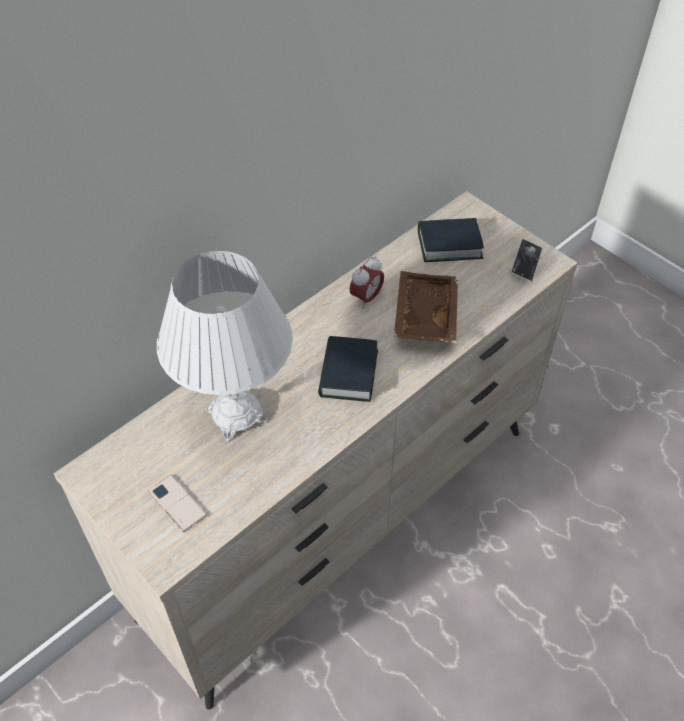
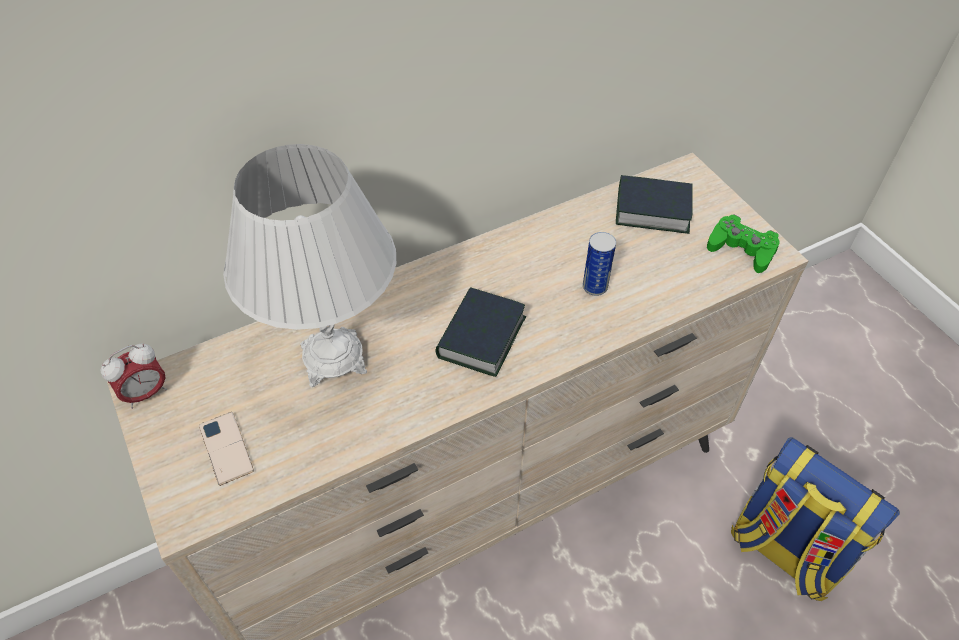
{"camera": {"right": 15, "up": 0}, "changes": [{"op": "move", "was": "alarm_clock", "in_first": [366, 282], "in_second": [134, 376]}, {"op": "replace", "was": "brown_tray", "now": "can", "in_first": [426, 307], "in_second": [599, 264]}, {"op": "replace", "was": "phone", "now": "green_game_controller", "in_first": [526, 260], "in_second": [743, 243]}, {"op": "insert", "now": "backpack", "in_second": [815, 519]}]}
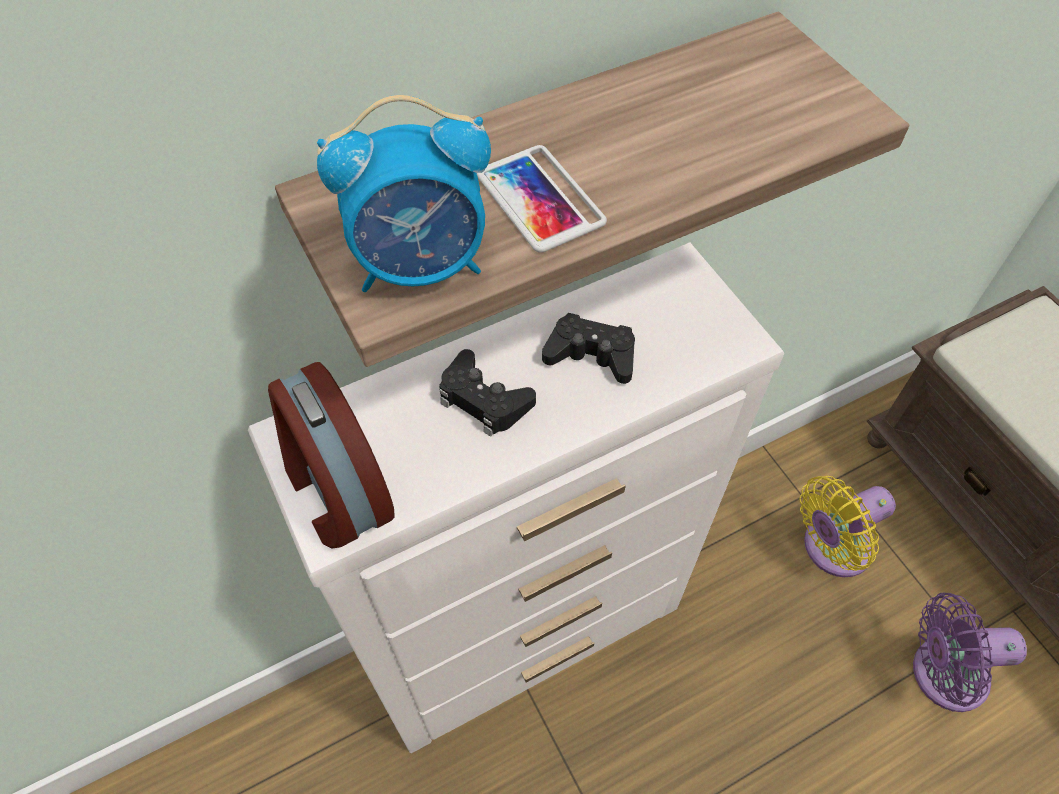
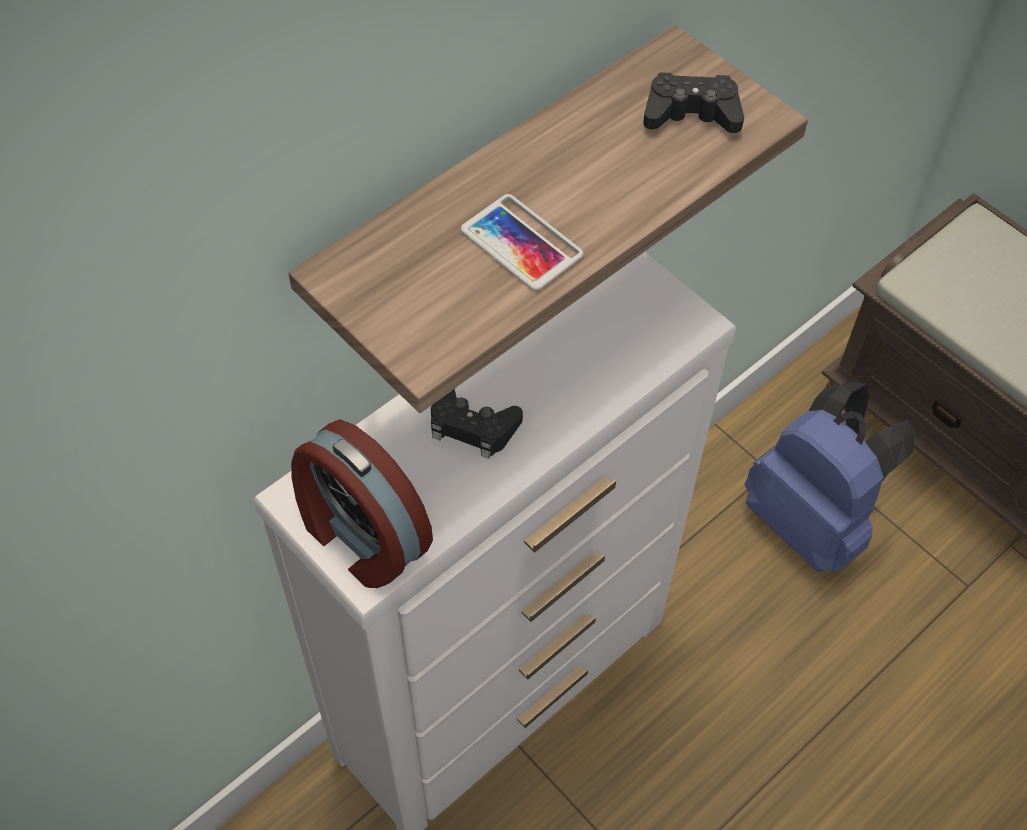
{"camera": {"right": -15, "up": 0}, "changes": [{"op": "move", "was": "black_game_controller", "in_first": [588, 348], "in_second": [693, 102]}, {"op": "replace", "was": "yellow_fan", "now": "blue_backpack", "in_first": [848, 526], "in_second": [830, 477]}, {"op": "delete", "was": "alarm_clock", "in_first": [404, 193]}, {"op": "delete", "was": "purple_fan", "in_first": [970, 652]}]}
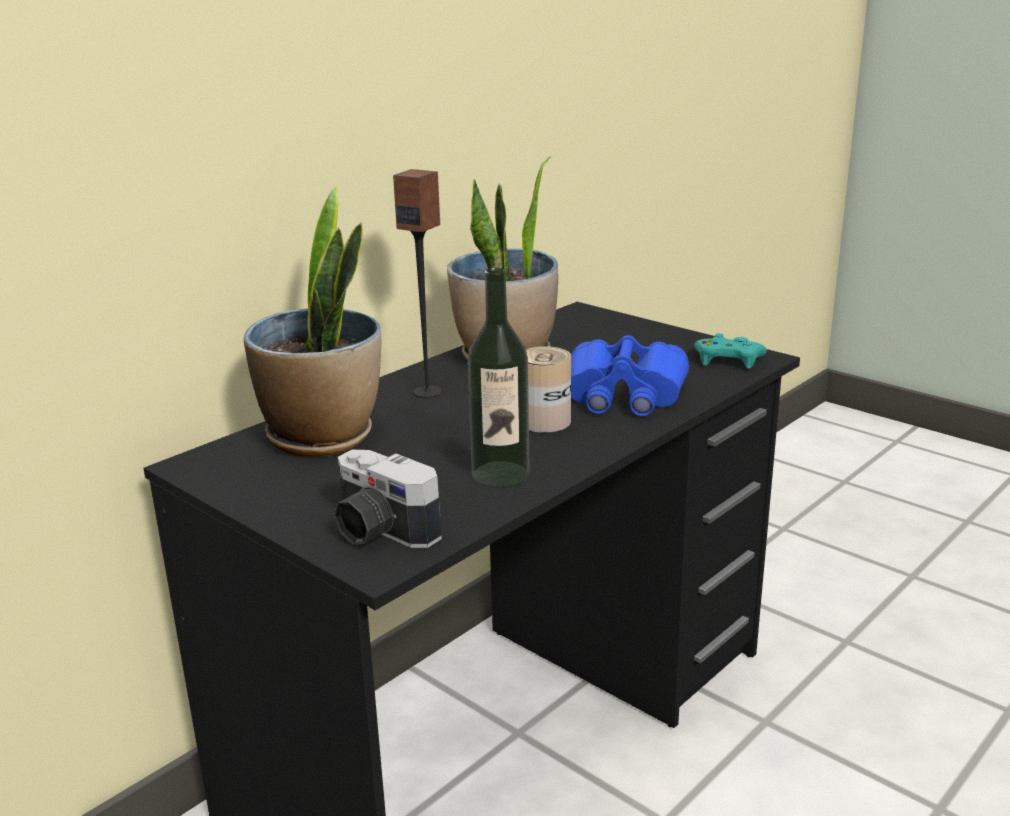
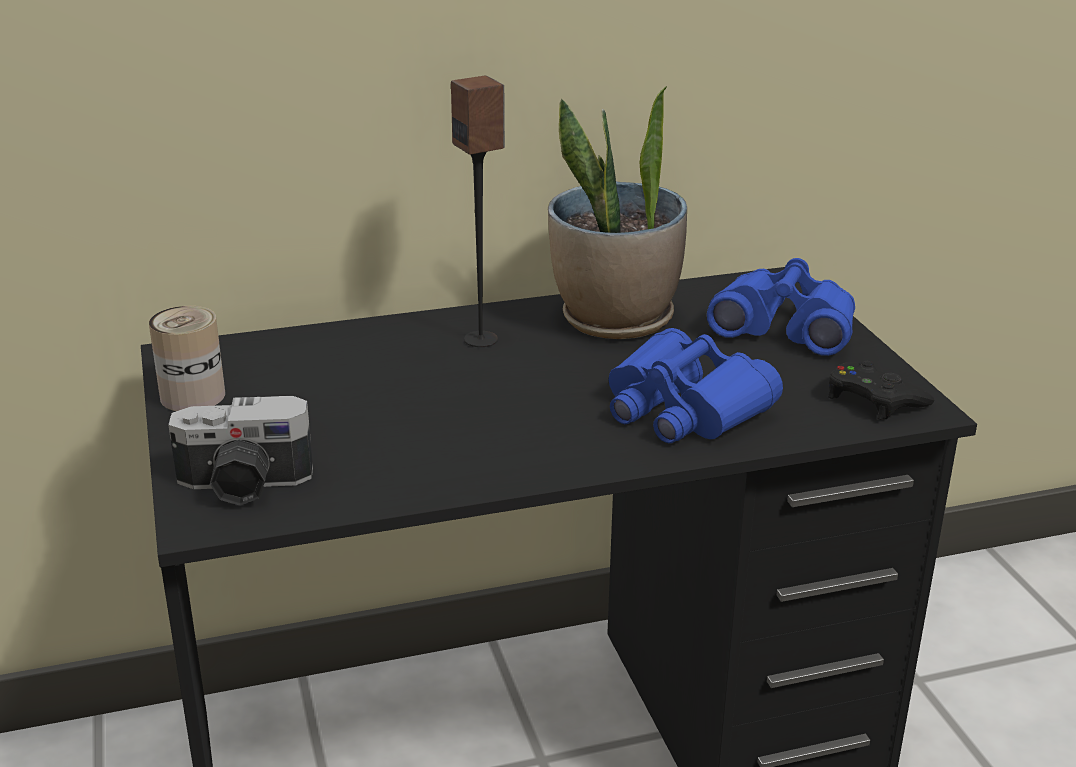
{"camera": {"right": 30, "up": 5}, "changes": [{"op": "move", "was": "can", "in_first": [548, 389], "in_second": [187, 358]}, {"op": "rotate", "was": "photo_camera", "in_first": [388, 499], "in_second": [240, 451], "clockwise": -75}, {"op": "insert", "now": "blue_binoculars", "in_second": [781, 307]}, {"op": "recolor", "was": "turquoise_game_controller", "now": "black_game_controller", "in_first": [730, 351], "in_second": [881, 390]}, {"op": "delete", "was": "potted_plant", "in_first": [312, 322]}, {"op": "delete", "was": "bottle", "in_first": [498, 378]}]}
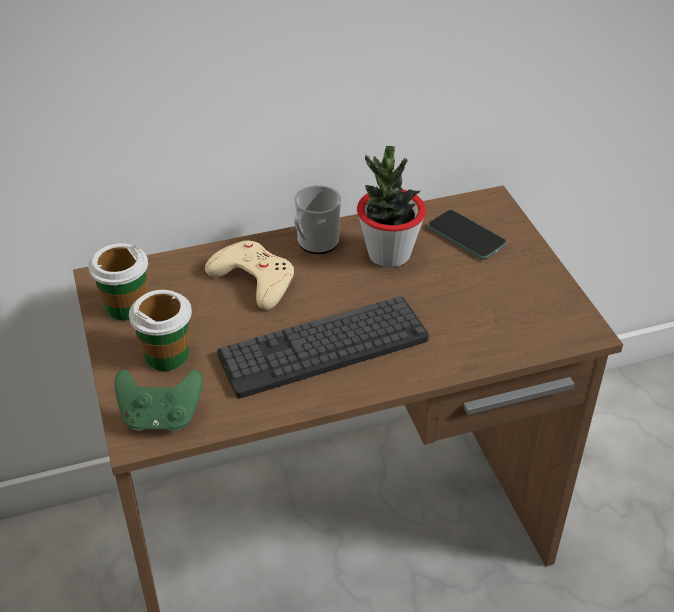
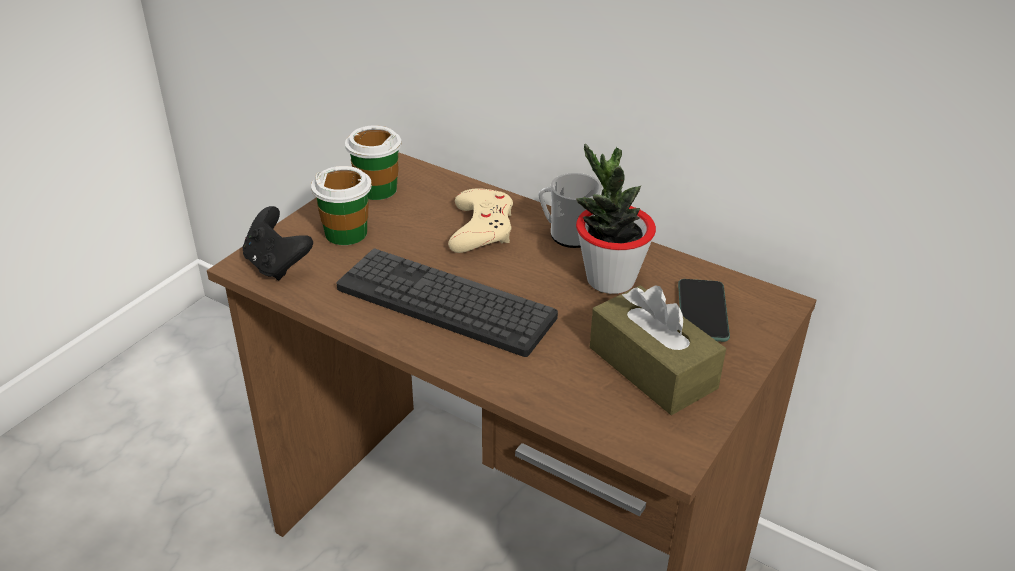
{"camera": {"right": 50, "up": -5}, "changes": [{"op": "recolor", "was": "green_game_controller", "now": "black_game_controller", "in_first": [158, 400], "in_second": [278, 243]}, {"op": "insert", "now": "brown_tissue_box", "in_second": [658, 350]}]}
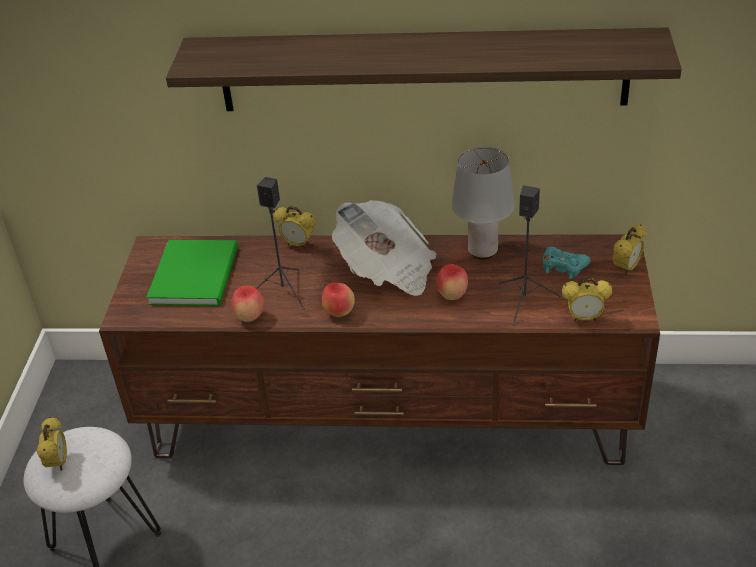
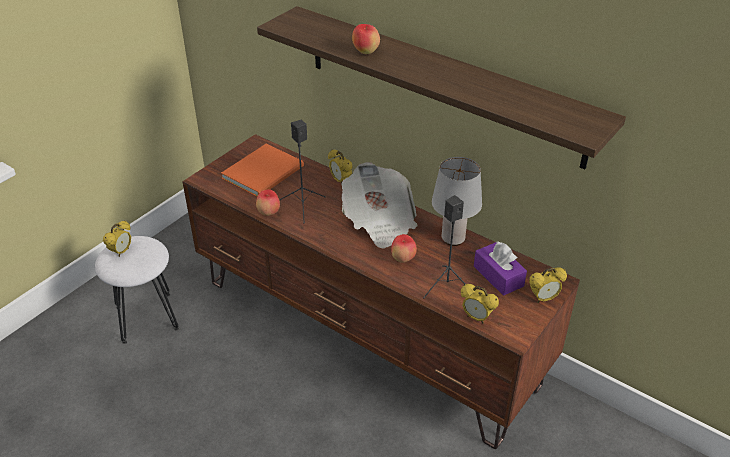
{"camera": {"right": 30, "up": 0}, "changes": [{"op": "recolor", "was": "green_book", "now": "orange_book", "in_first": [192, 273], "in_second": [262, 170]}, {"op": "move", "was": "apple", "in_first": [338, 299], "in_second": [366, 39]}, {"op": "replace", "was": "turquoise_game_controller", "now": "purple_tissue_box", "in_first": [567, 263], "in_second": [500, 268]}]}
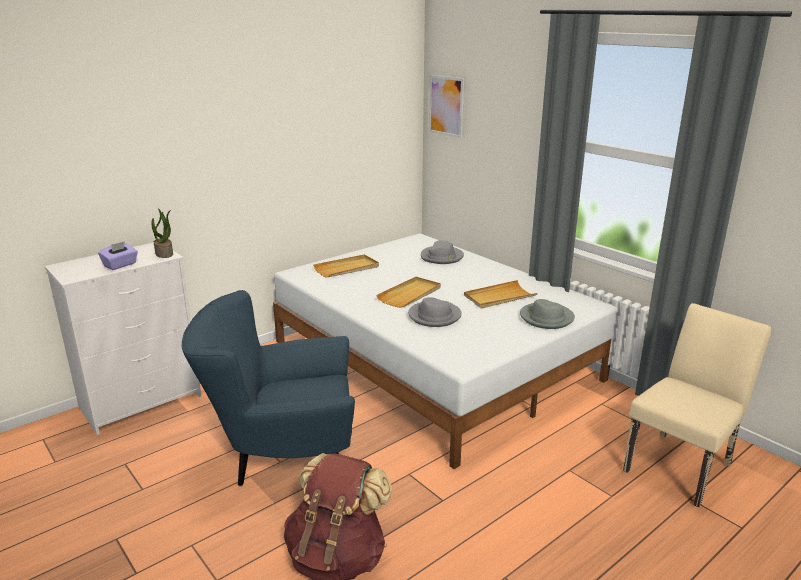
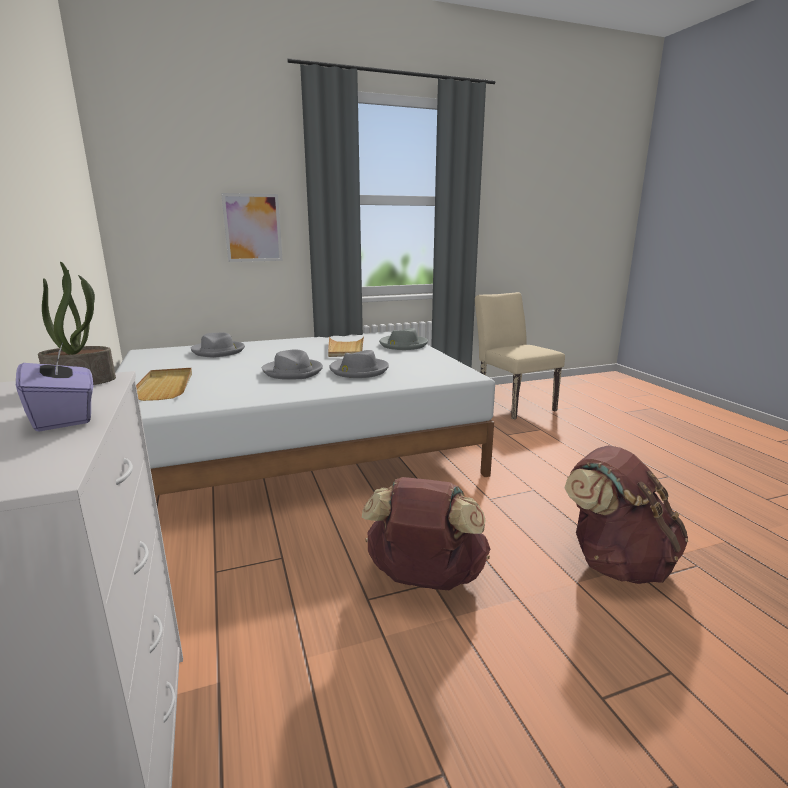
{"camera": {"right": -70, "up": -5}, "changes": [{"op": "move", "was": "picture", "in_first": [446, 106], "in_second": [252, 227]}, {"op": "replace", "was": "beige_tray", "now": "grey_hat", "in_first": [408, 292], "in_second": [292, 364]}, {"op": "replace", "was": "blue_armchair", "now": "brown_backpack", "in_first": [268, 388], "in_second": [426, 533]}]}
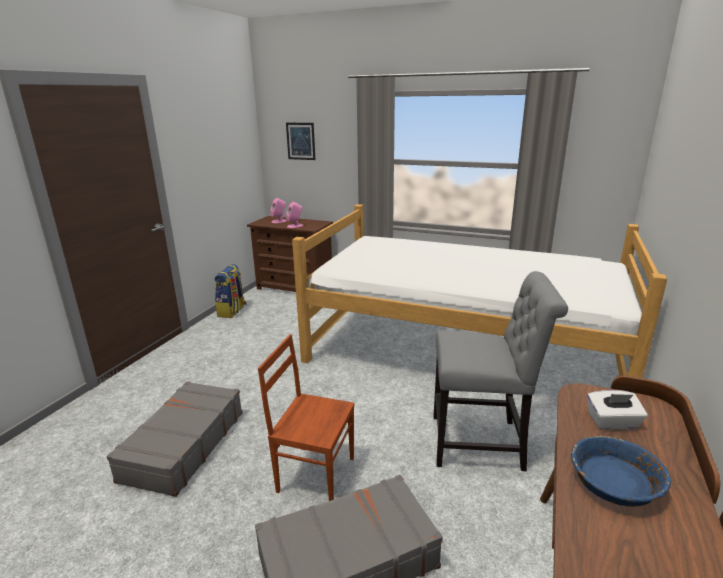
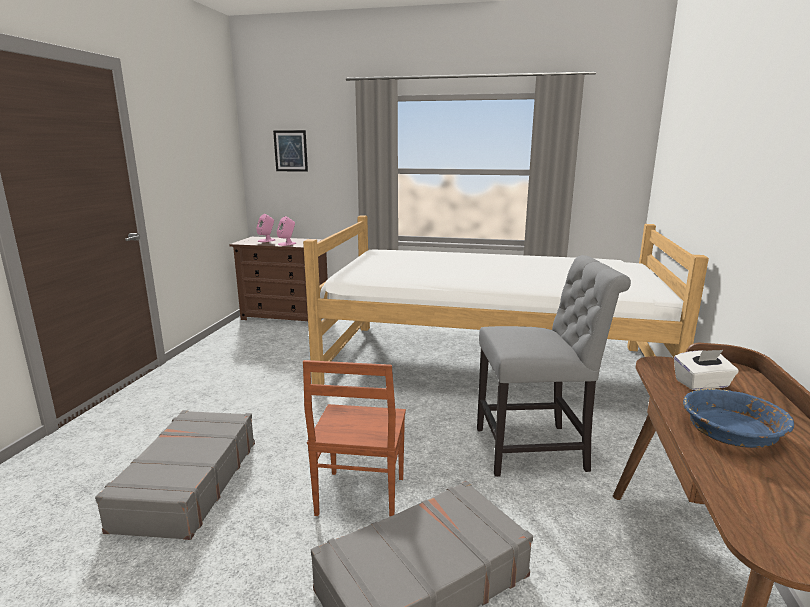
{"camera": {"right": -10, "up": -5}, "changes": [{"op": "rotate", "was": "brown_chair", "in_first": [306, 417], "in_second": [354, 438], "clockwise": -90}, {"op": "delete", "was": "backpack", "in_first": [231, 291]}]}
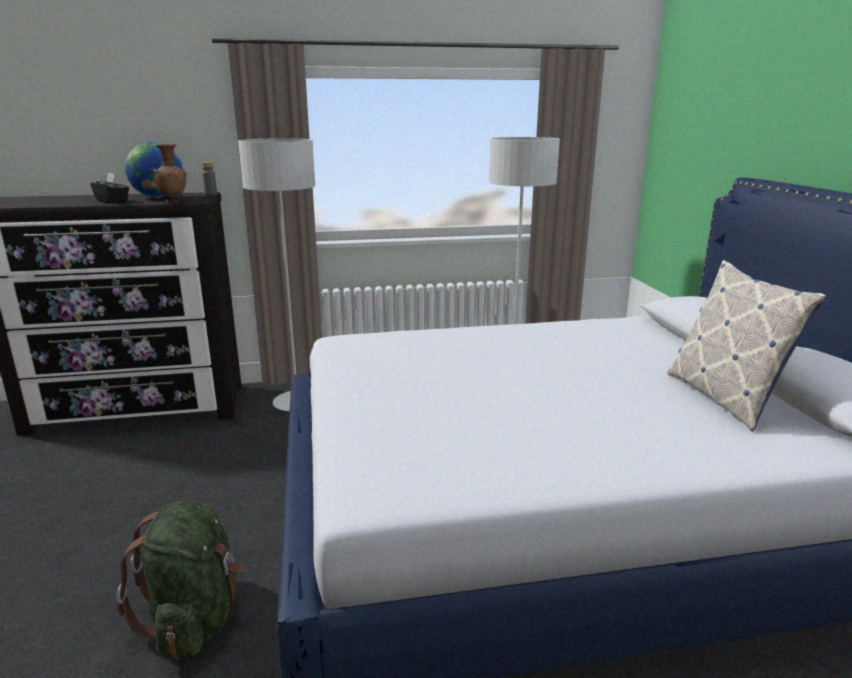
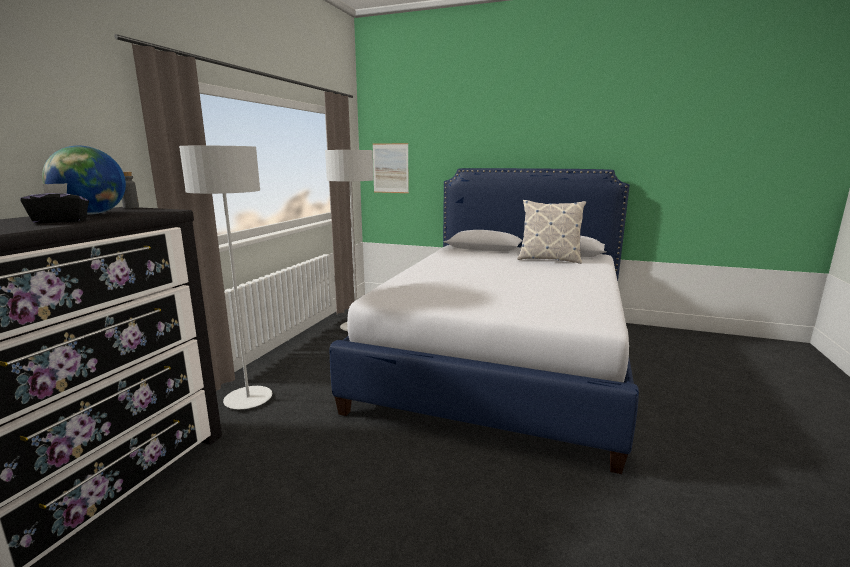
{"camera": {"right": -60, "up": -5}, "changes": [{"op": "insert", "now": "picture", "in_second": [391, 168]}, {"op": "delete", "was": "green_backpack", "in_first": [180, 580]}, {"op": "delete", "was": "brown_vase", "in_first": [170, 173]}]}
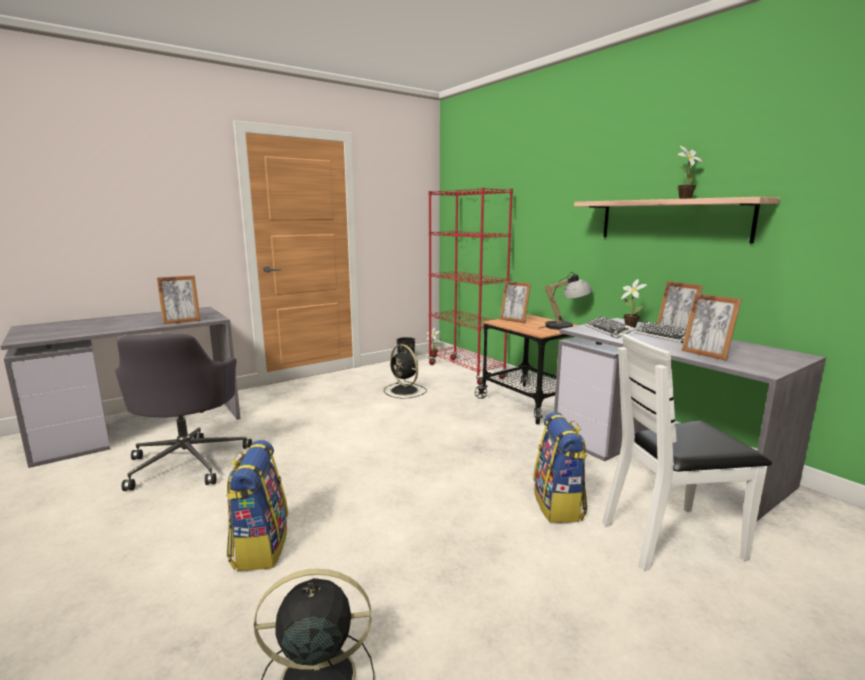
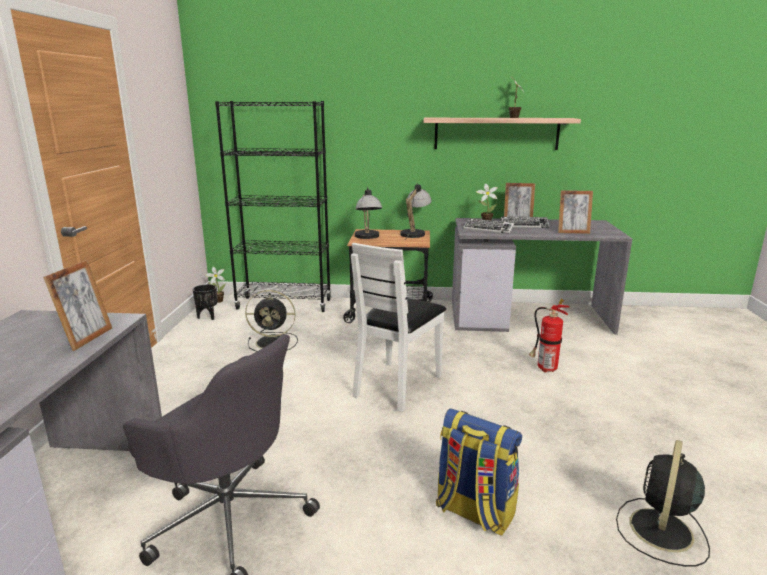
{"camera": {"right": -50, "up": 5}, "changes": [{"op": "recolor", "was": "red_bookcase", "now": "black_bookcase", "in_first": [470, 286], "in_second": [273, 206]}, {"op": "move", "was": "white_chair", "in_first": [687, 452], "in_second": [398, 327]}, {"op": "replace", "was": "picture_frame", "now": "table_lamp", "in_first": [515, 302], "in_second": [368, 213]}, {"op": "replace", "was": "backpack", "now": "fire_extinguisher", "in_first": [560, 467], "in_second": [549, 335]}]}
